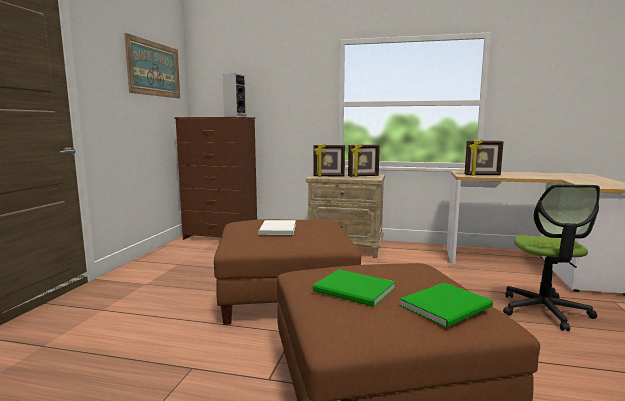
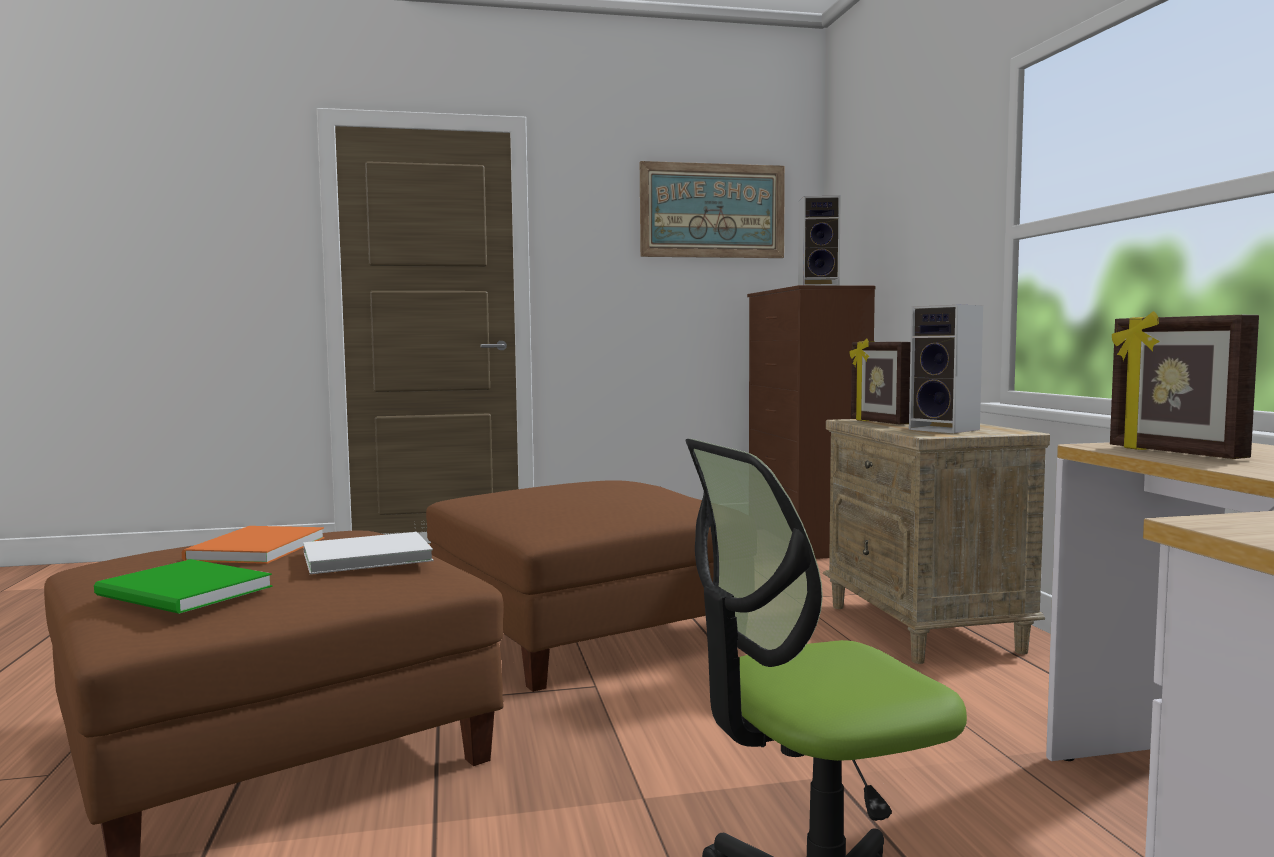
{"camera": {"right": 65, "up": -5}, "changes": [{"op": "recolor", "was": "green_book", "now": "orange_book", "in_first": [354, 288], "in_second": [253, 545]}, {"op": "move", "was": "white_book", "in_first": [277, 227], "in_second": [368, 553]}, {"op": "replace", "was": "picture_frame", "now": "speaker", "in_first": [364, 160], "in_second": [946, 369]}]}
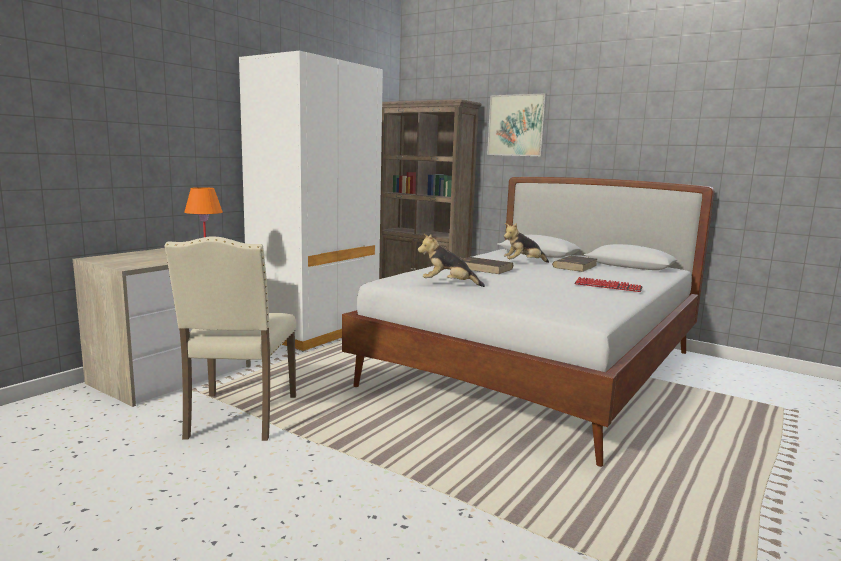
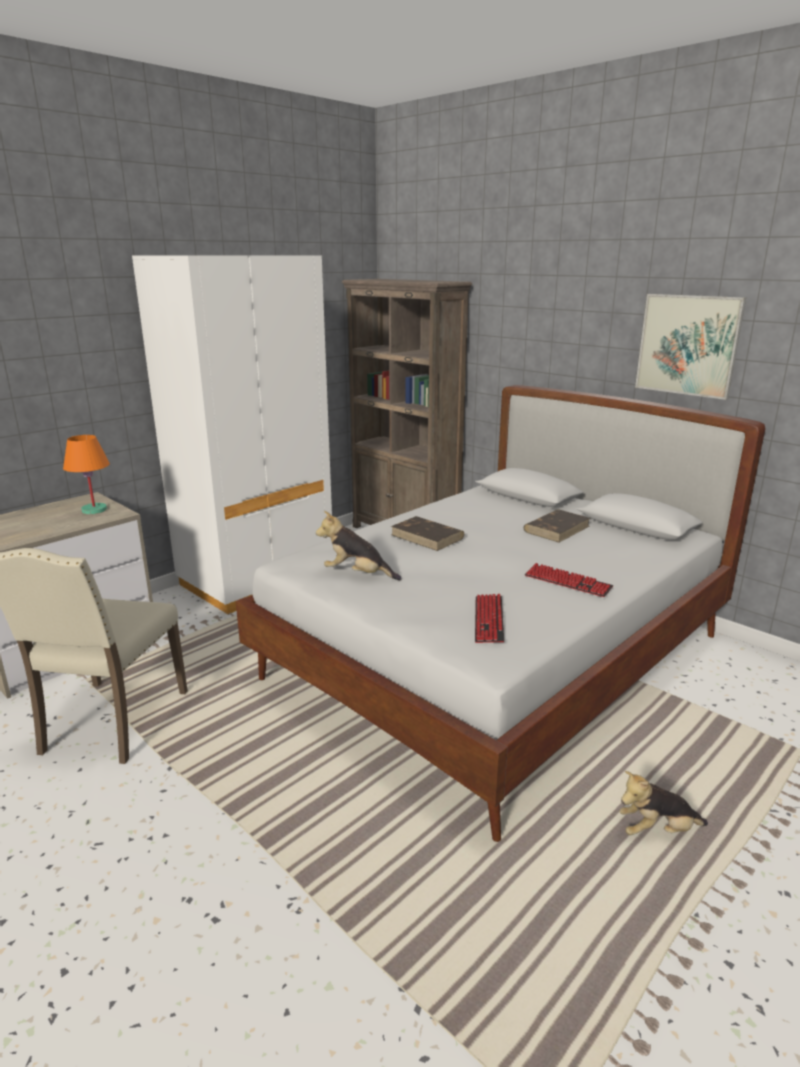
{"camera": {"right": 10, "up": 10}, "changes": [{"op": "insert", "now": "keyboard", "in_second": [489, 618]}, {"op": "move", "was": "plush_toy", "in_first": [526, 243], "in_second": [663, 803]}, {"op": "move", "was": "picture", "in_first": [517, 124], "in_second": [690, 347]}]}
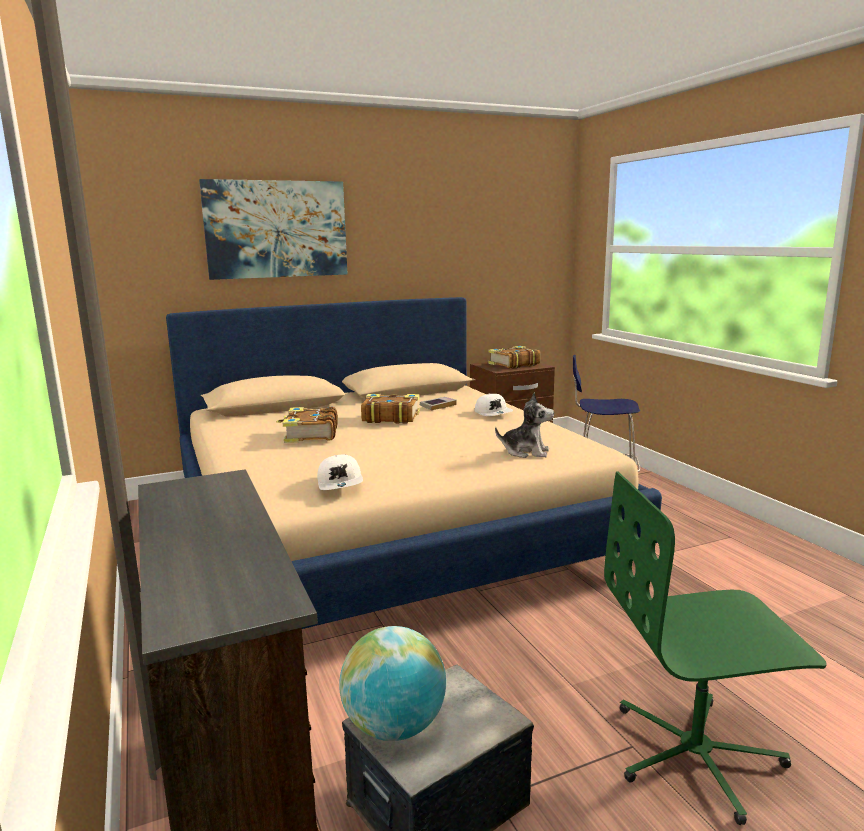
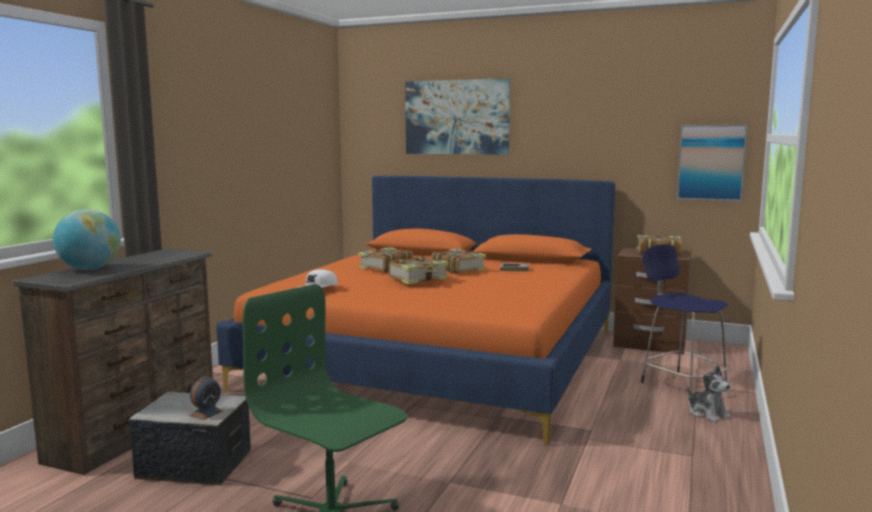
{"camera": {"right": 45, "up": -5}, "changes": [{"op": "move", "was": "globe", "in_first": [392, 683], "in_second": [87, 239]}, {"op": "insert", "now": "alarm_clock", "in_second": [206, 398]}, {"op": "recolor", "was": "beige_bed", "now": "orange_bed", "in_first": [414, 463], "in_second": [415, 310]}, {"op": "insert", "now": "book", "in_second": [418, 270]}, {"op": "insert", "now": "picture", "in_second": [712, 162]}, {"op": "move", "was": "plush_toy", "in_first": [524, 425], "in_second": [709, 394]}, {"op": "delete", "was": "white_cap", "in_first": [494, 405]}]}
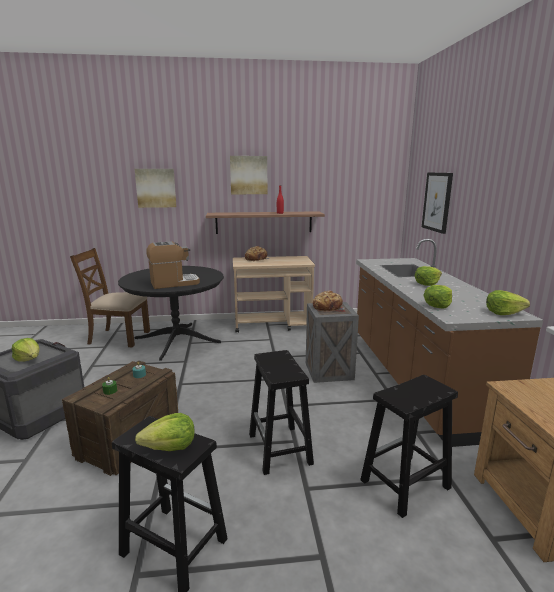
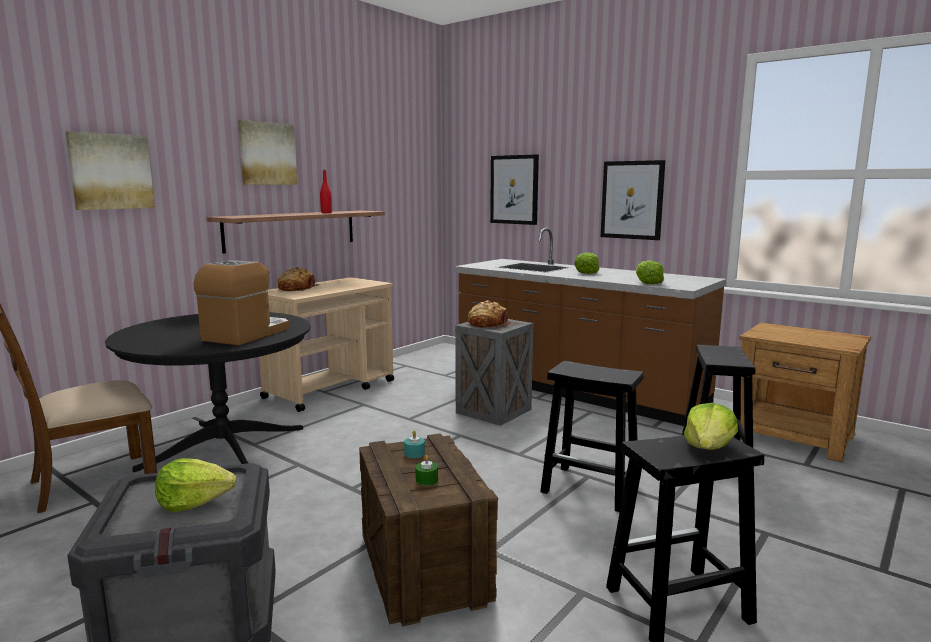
{"camera": {"right": -45, "up": -5}, "changes": [{"op": "insert", "now": "picture", "in_second": [633, 200]}, {"op": "delete", "was": "lettuce", "in_first": [508, 302]}]}
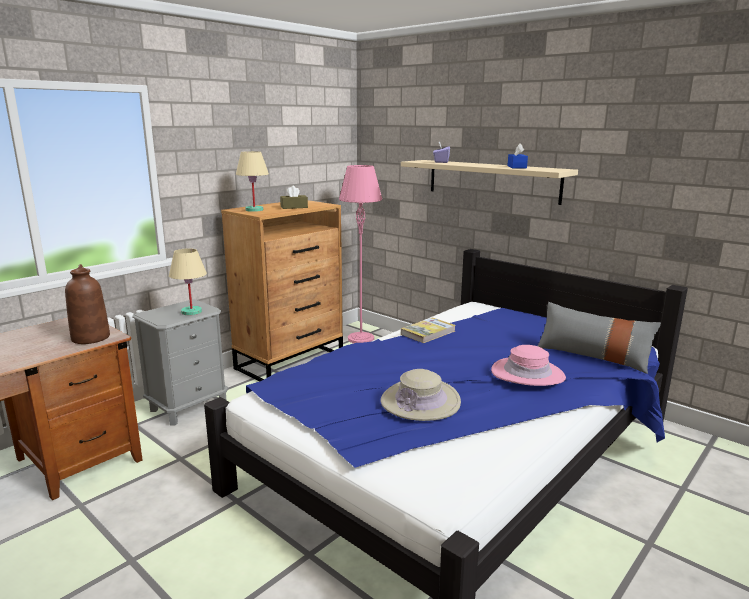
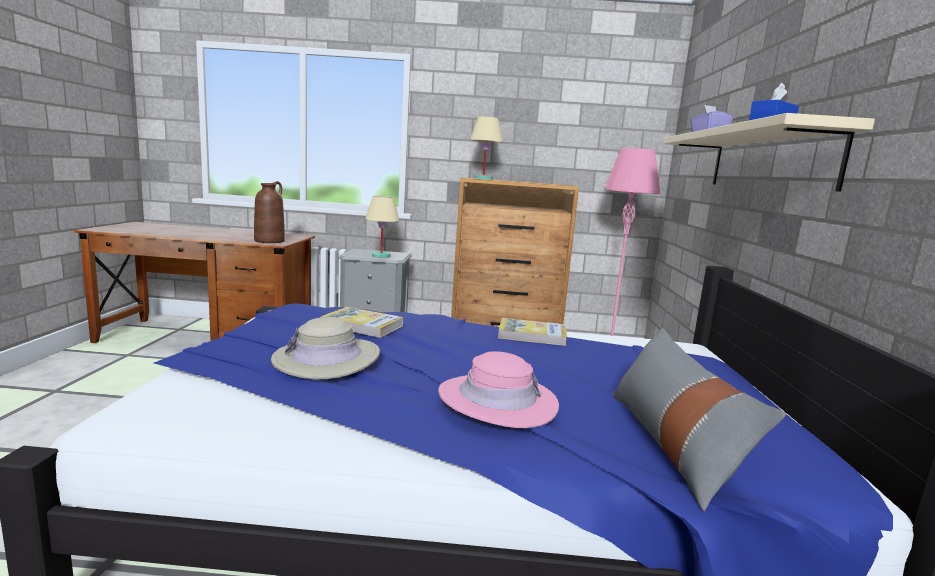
{"camera": {"right": 50, "up": -5}, "changes": [{"op": "insert", "now": "book", "in_second": [362, 322]}, {"op": "delete", "was": "brown_tissue_box", "in_first": [294, 197]}]}
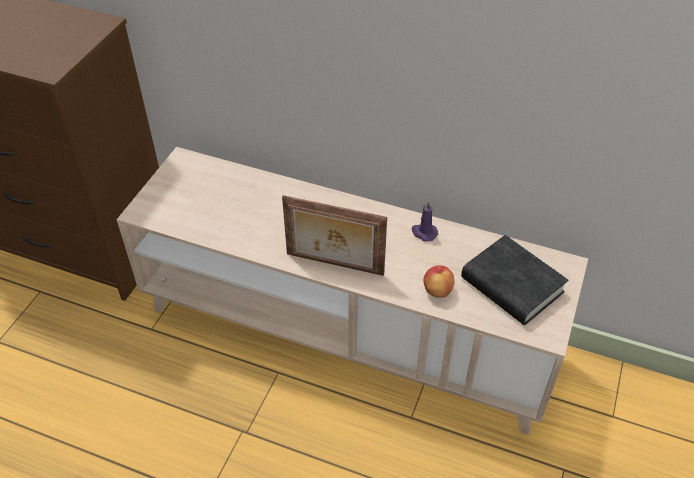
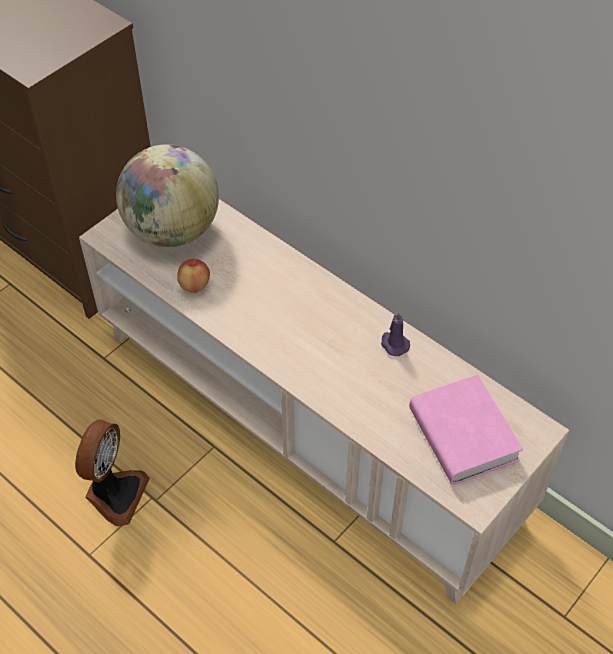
{"camera": {"right": 20, "up": 5}, "changes": [{"op": "insert", "now": "fan", "in_second": [112, 473]}, {"op": "insert", "now": "globe", "in_second": [167, 195]}, {"op": "move", "was": "apple", "in_first": [438, 281], "in_second": [193, 276]}, {"op": "recolor", "was": "black_book", "now": "pink_book", "in_first": [514, 280], "in_second": [466, 430]}, {"op": "delete", "was": "picture_frame", "in_first": [334, 235]}]}
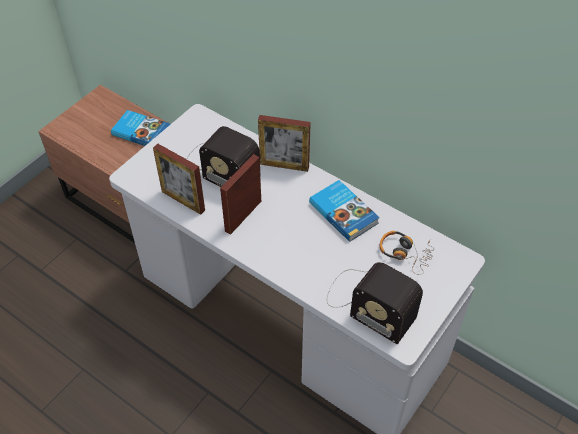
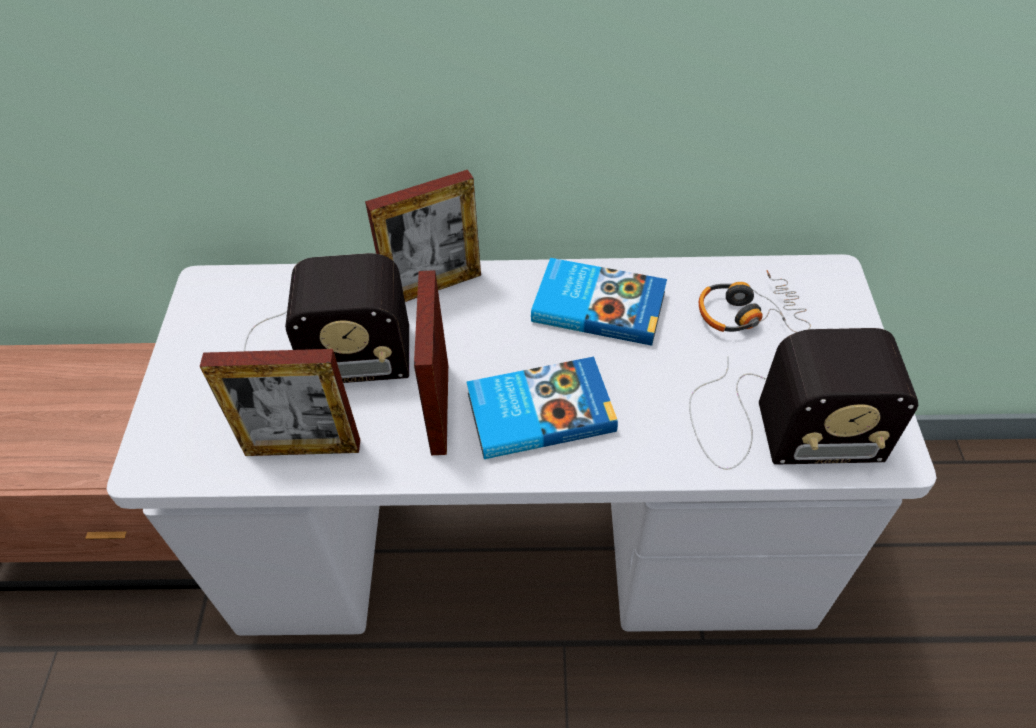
{"camera": {"right": -35, "up": 0}, "changes": [{"op": "move", "was": "book", "in_first": [140, 128], "in_second": [542, 408]}]}
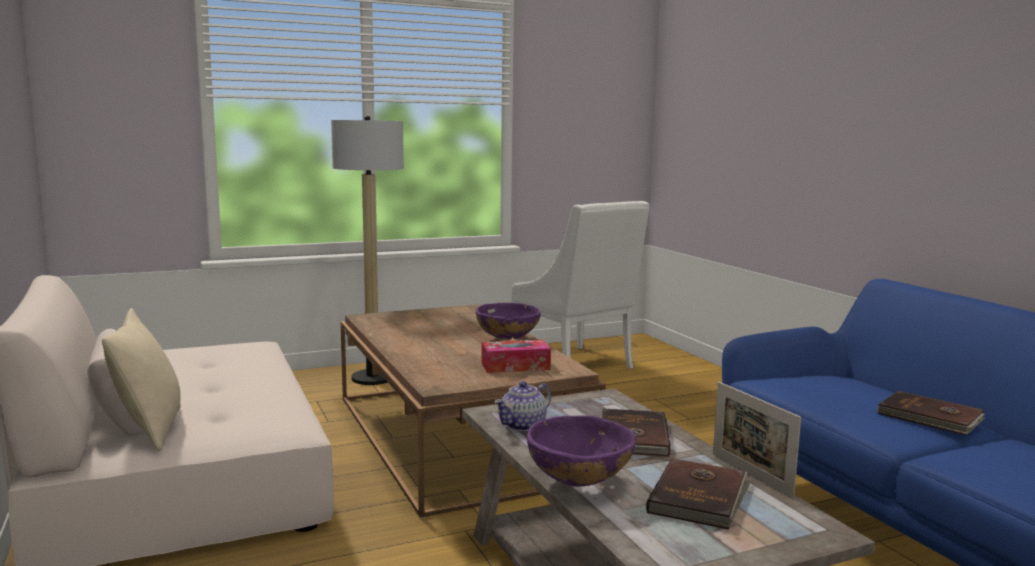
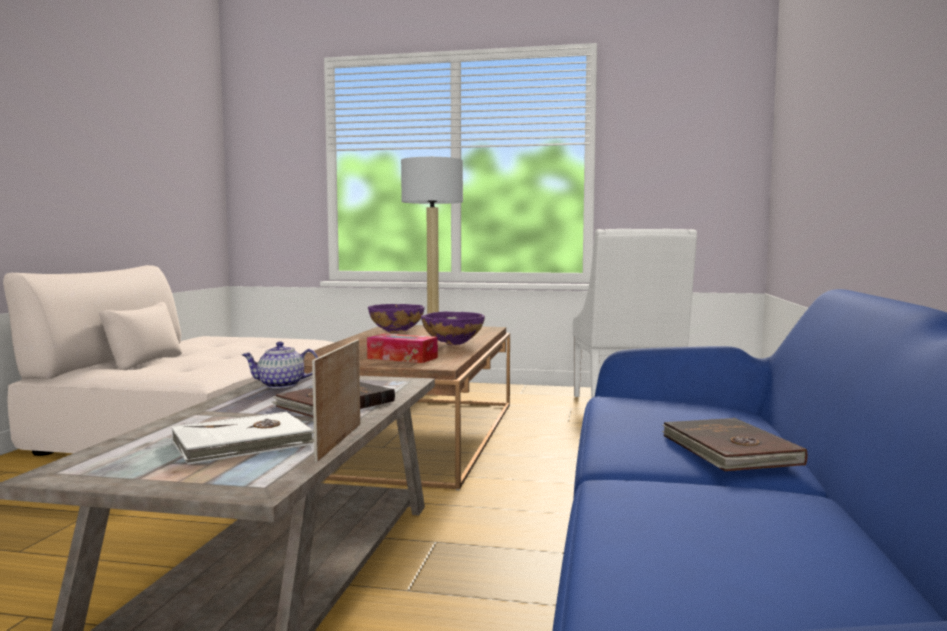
{"camera": {"right": 35, "up": -5}, "changes": [{"op": "recolor", "was": "brown_book", "now": "white_book", "in_first": [698, 494], "in_second": [243, 438]}, {"op": "move", "was": "purple_bowl", "in_first": [581, 451], "in_second": [396, 318]}, {"op": "delete", "was": "beige_pillow", "in_first": [141, 379]}]}
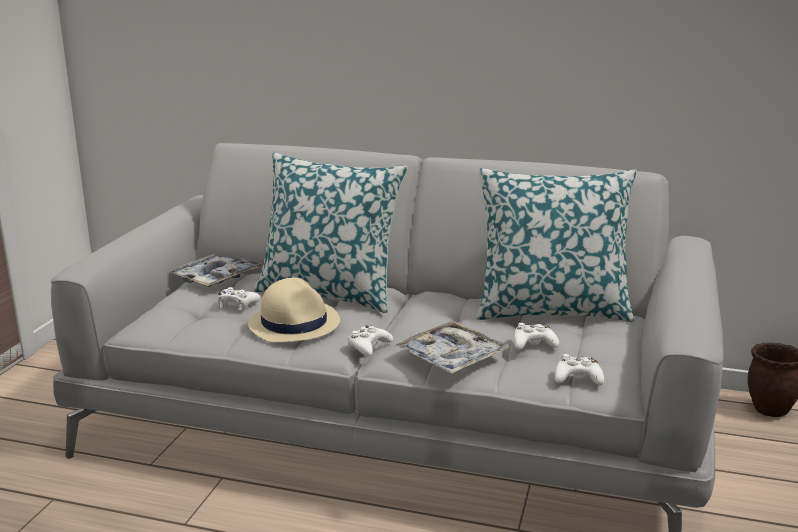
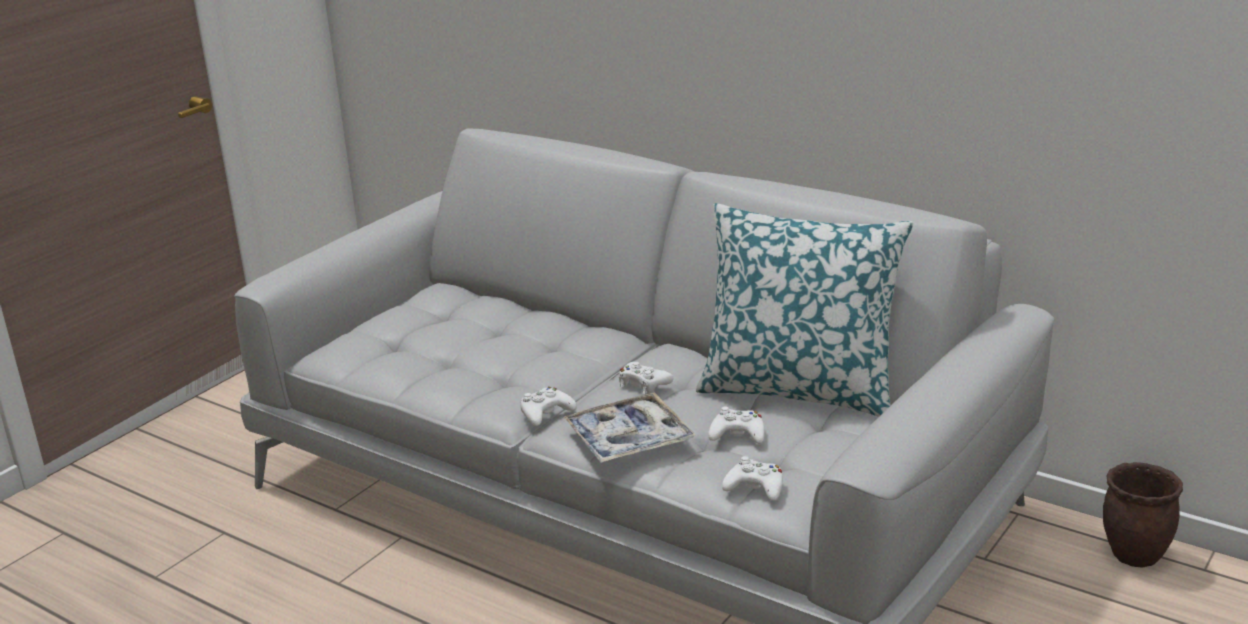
{"camera": {"right": 20, "up": 5}, "changes": [{"op": "move", "was": "white_game_controller", "in_first": [239, 298], "in_second": [646, 378]}, {"op": "delete", "was": "tray", "in_first": [215, 270]}, {"op": "delete", "was": "beige_hat", "in_first": [294, 310]}, {"op": "delete", "was": "pillow", "in_first": [331, 233]}]}
